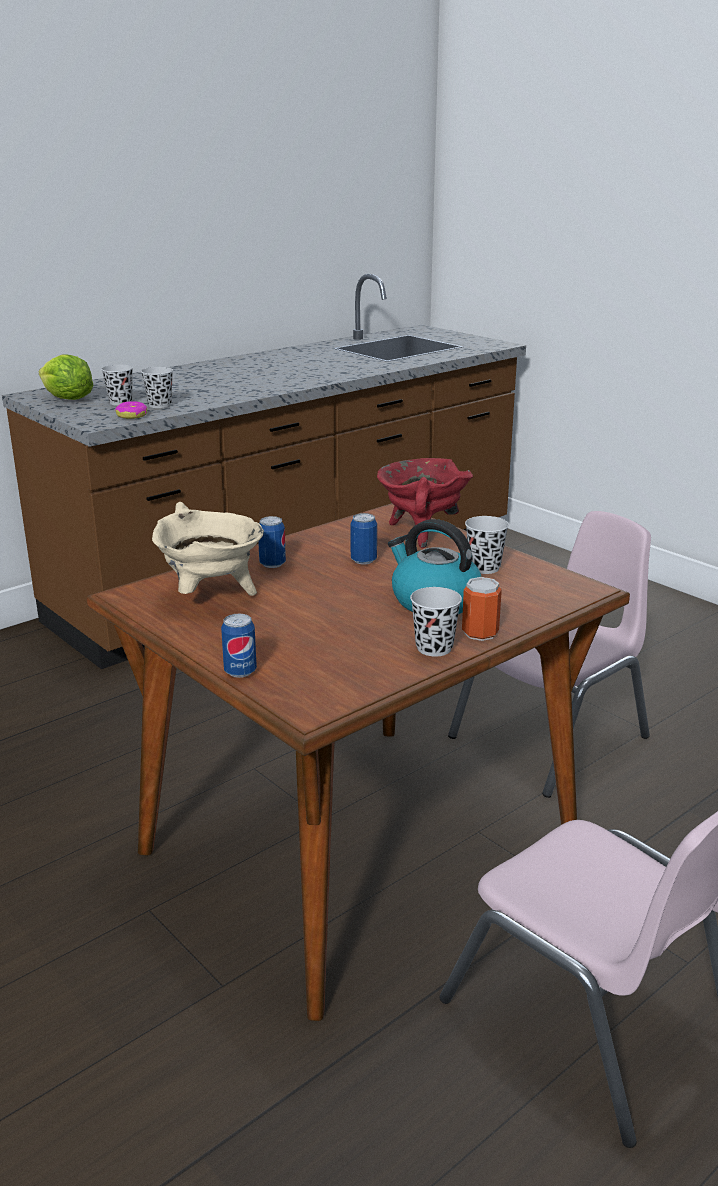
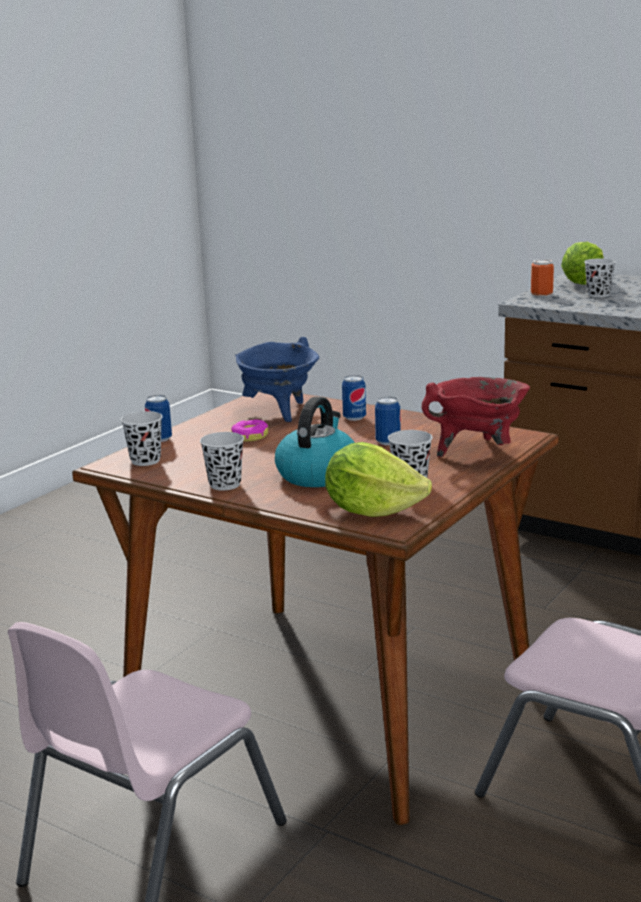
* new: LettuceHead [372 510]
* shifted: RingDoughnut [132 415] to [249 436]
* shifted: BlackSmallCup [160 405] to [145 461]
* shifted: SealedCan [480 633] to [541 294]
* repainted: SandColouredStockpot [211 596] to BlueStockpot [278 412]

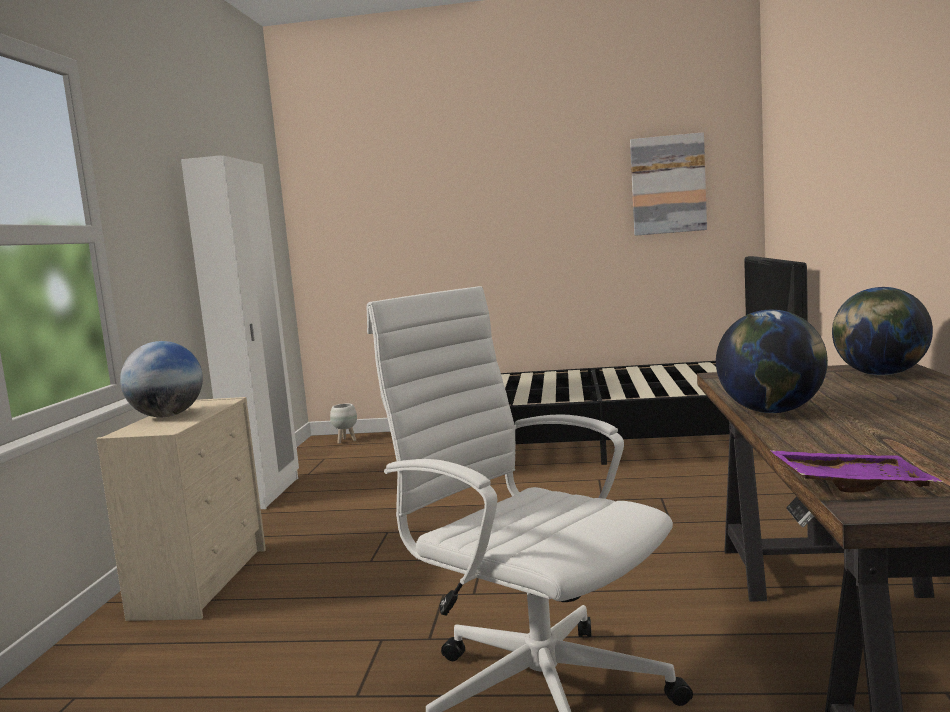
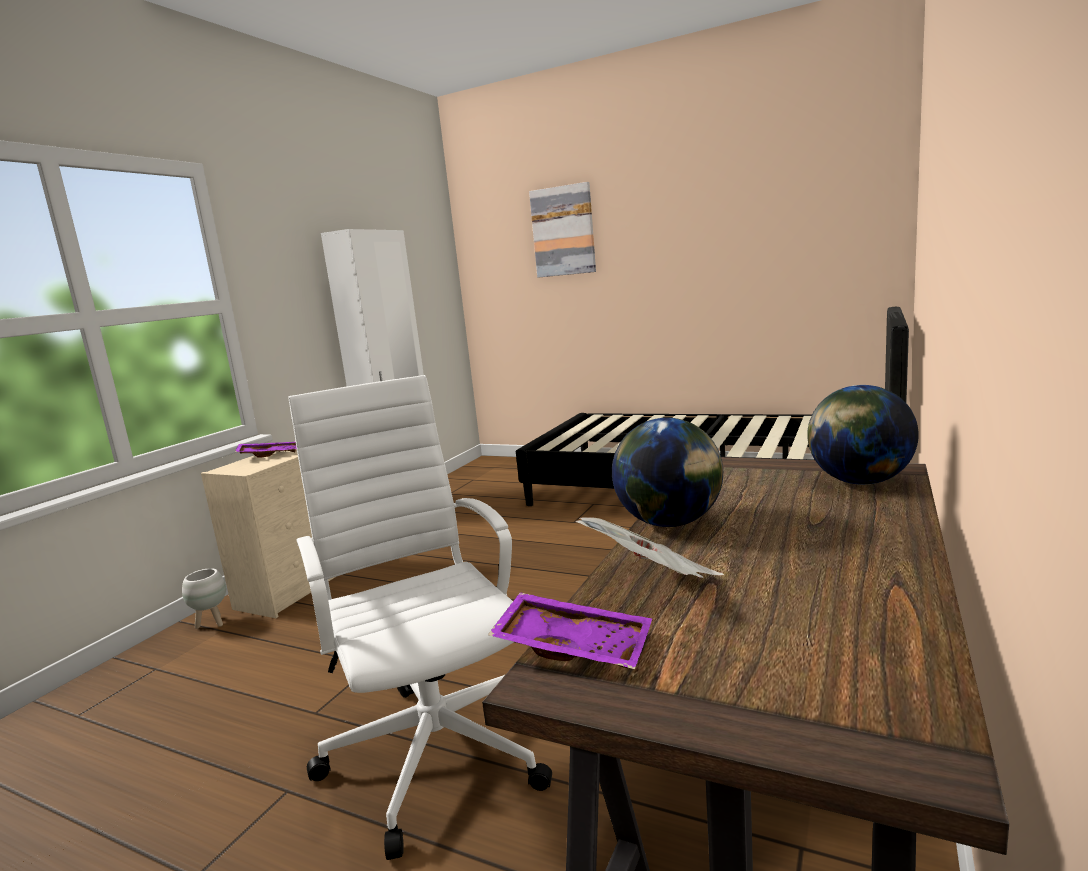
* new: DailyPaper [652 582]
* shifted: WhitishPlanter [346 441] to [212 623]
* shifted: WallArt [668 185] to [563 231]
* swapped: WorldGlobe [167 416] to PurplishTray [270 454]

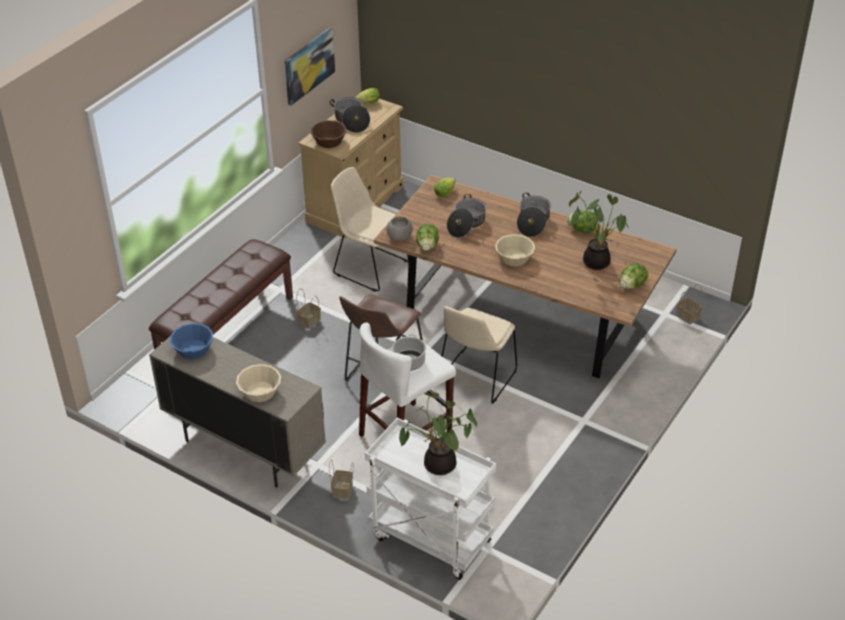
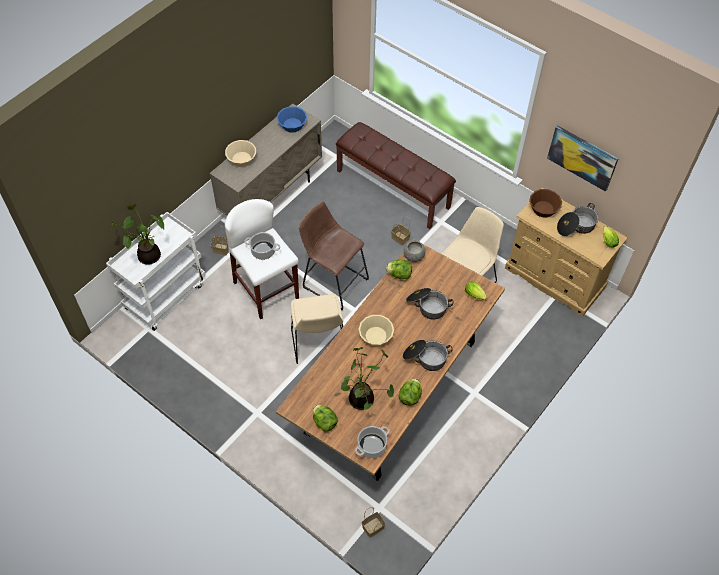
* new: Stockpot [372 446]
* rotated: SandColouredUprightChair [476 378] = [318 343] 135 degrees counterclockwise

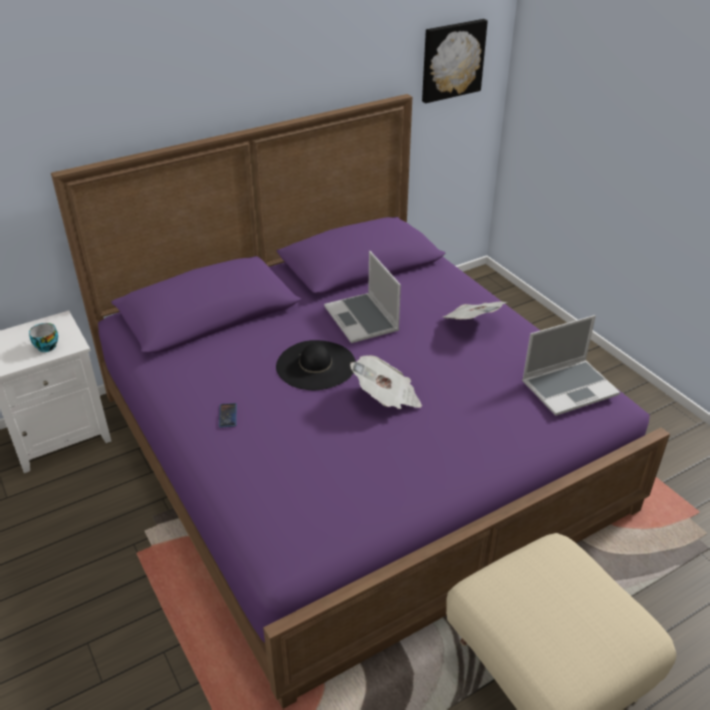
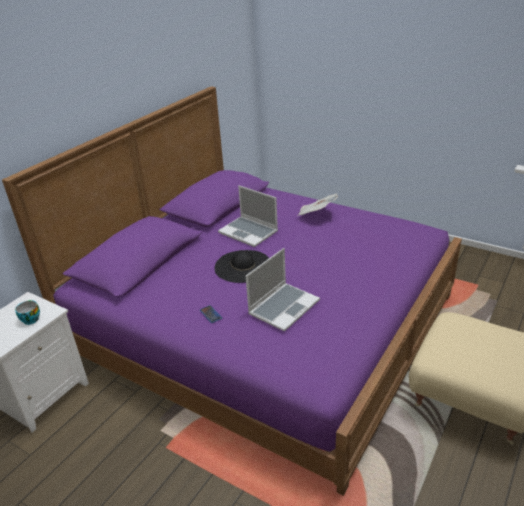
* gone: DailyPaper [387 398]
* gone: WallArt [452 60]
* shifted: Laptop [569 387] to [284 307]

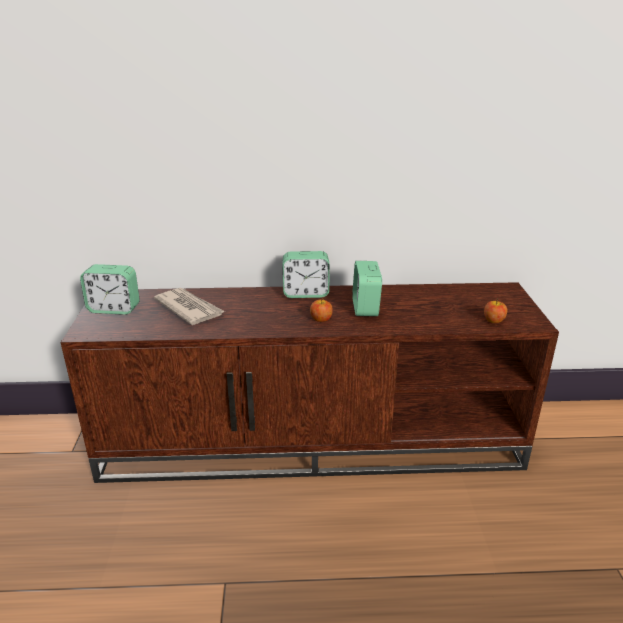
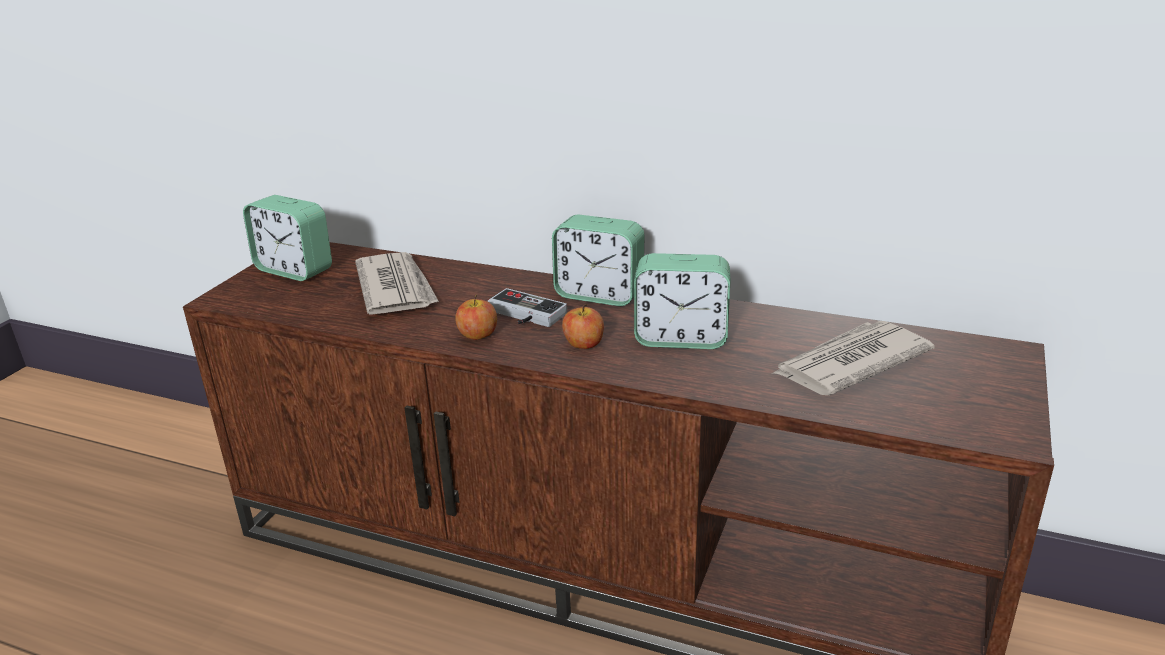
* new: Gamepad [523 315]
* new: DailyPaper [849 363]
* shifted: AppleFruit [494 320] to [478 335]
* rotated: AlarmClock [365 308] = [681 338] 105 degrees counterclockwise

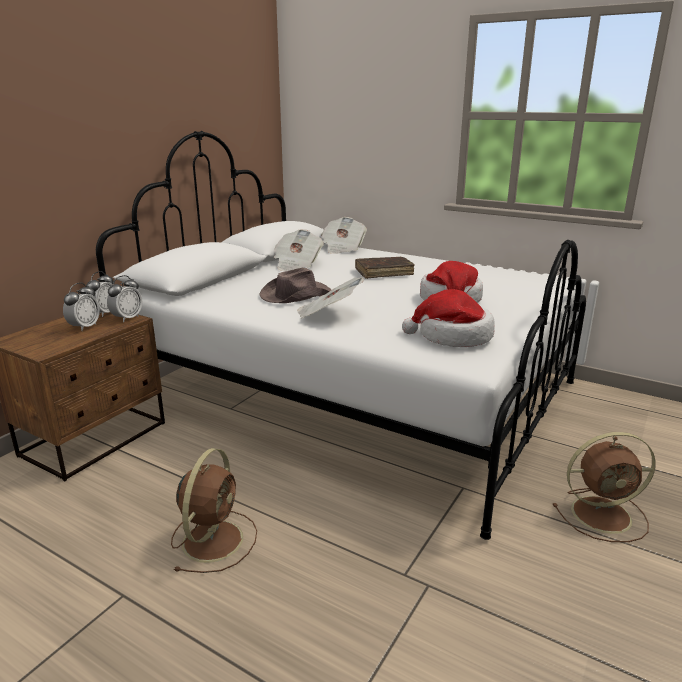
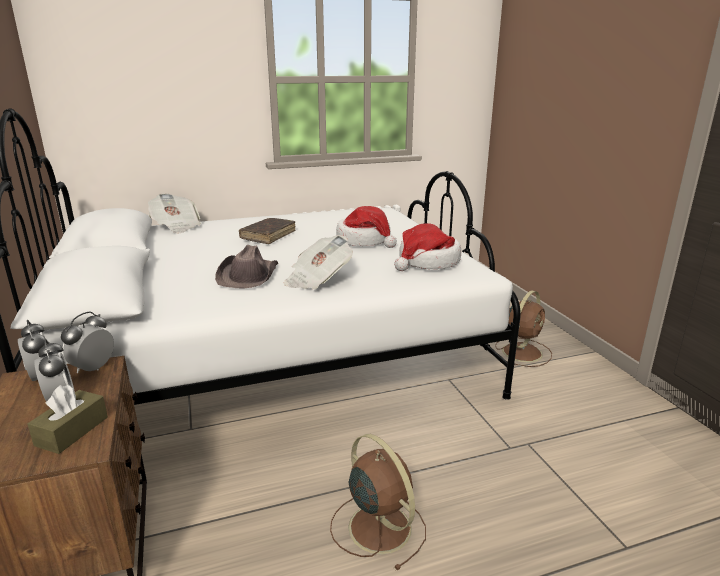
* gone: DailyPaper [296 264]
* new: BrownBoxOfTissues [72 431]
* rotated: AlarmClock [127 318] = [93 368] 135 degrees counterclockwise

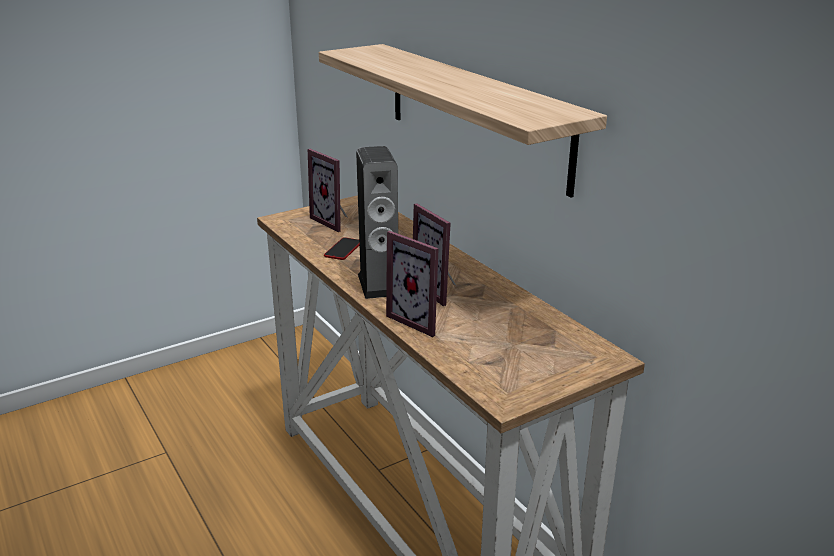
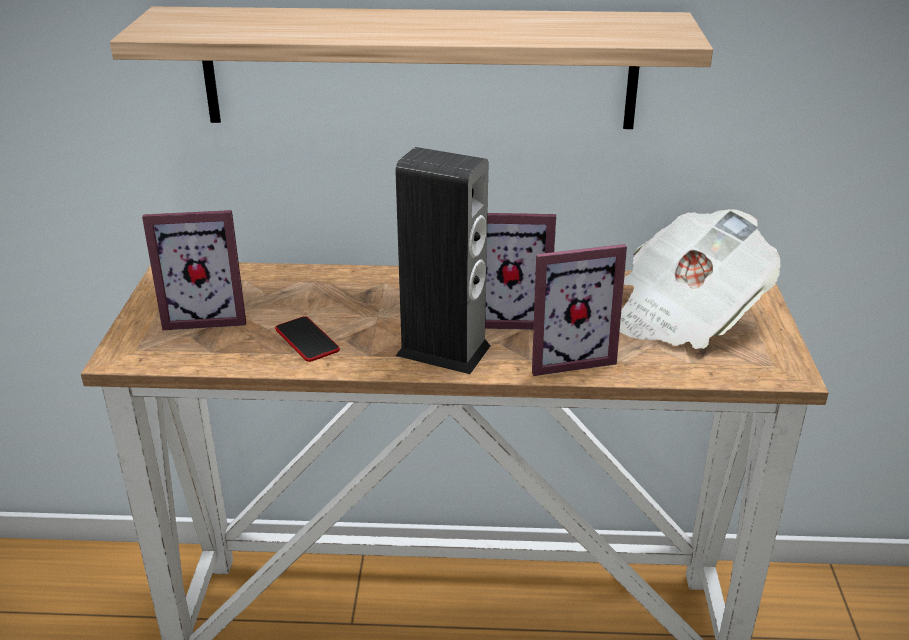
* new: DailyPaper [685 314]

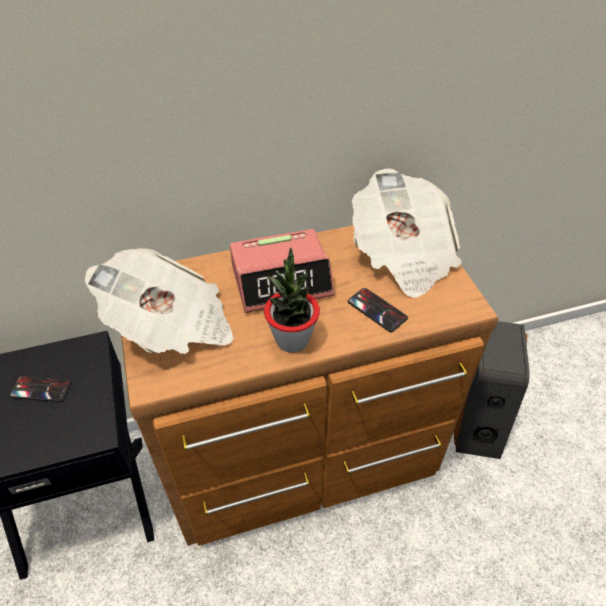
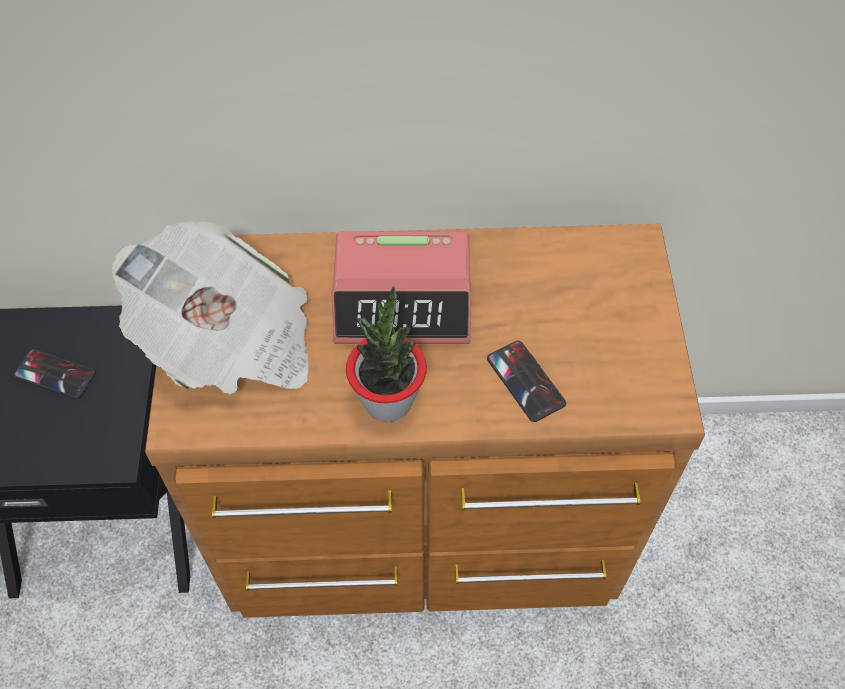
* gone: DailyPaper [403 256]
* gone: Loudspeaker [477 418]

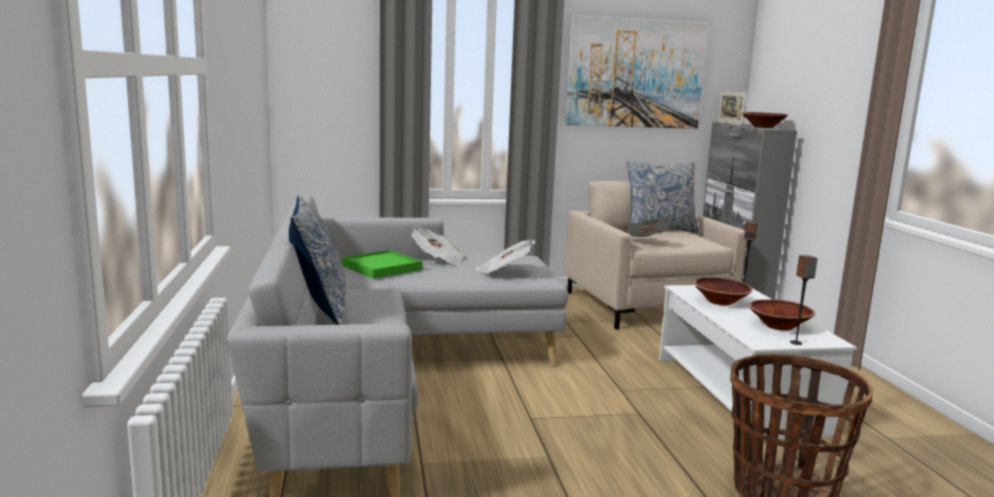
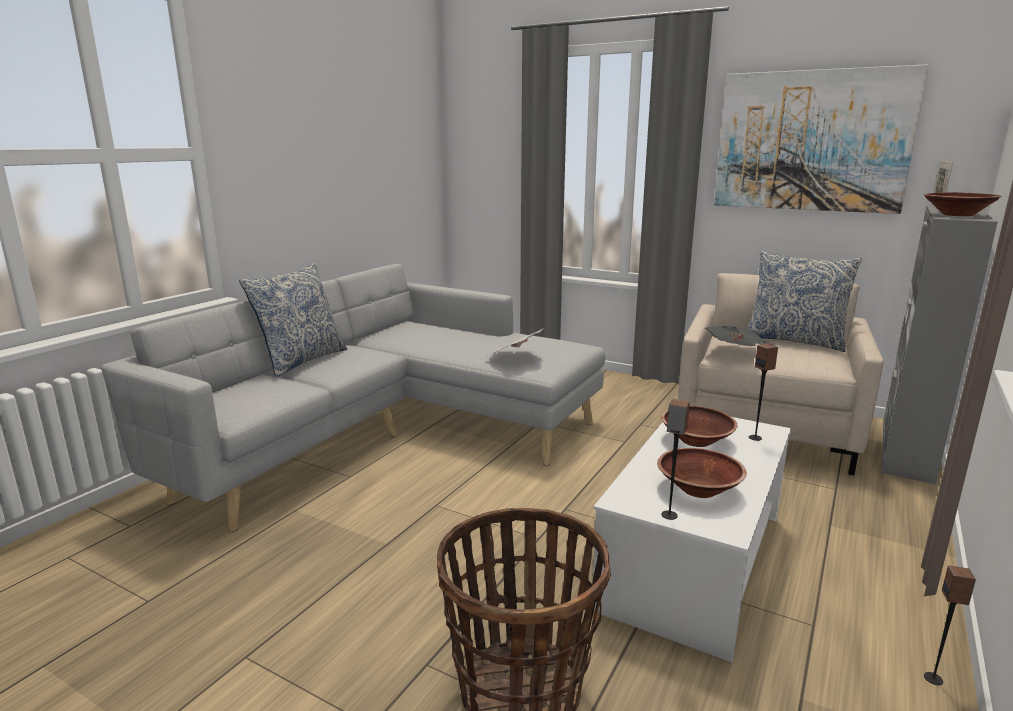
* gone: GreenColouredTray [382 267]
* gone: DailyPaper [437 260]
* new: Loudspeaker [933 679]

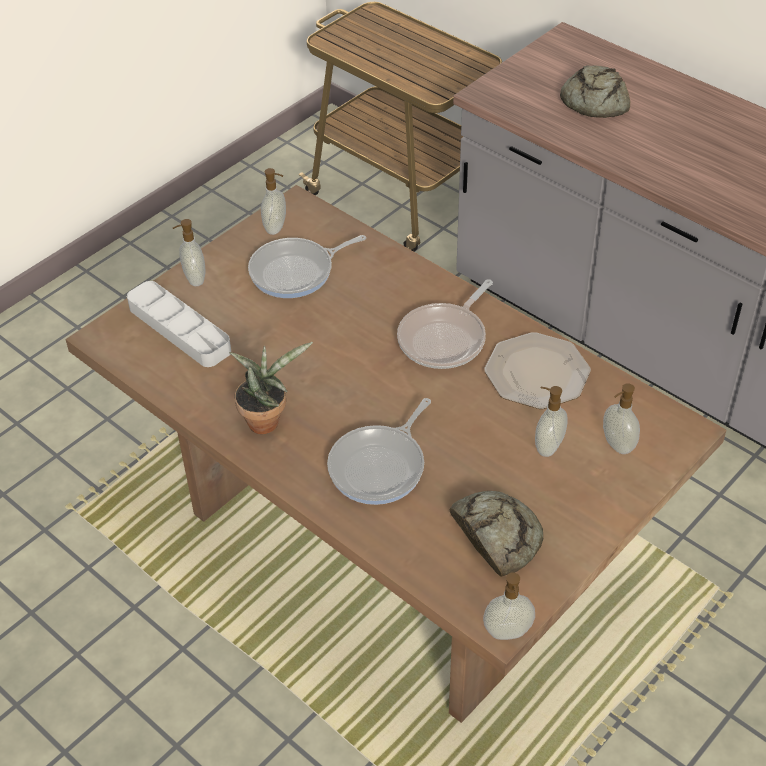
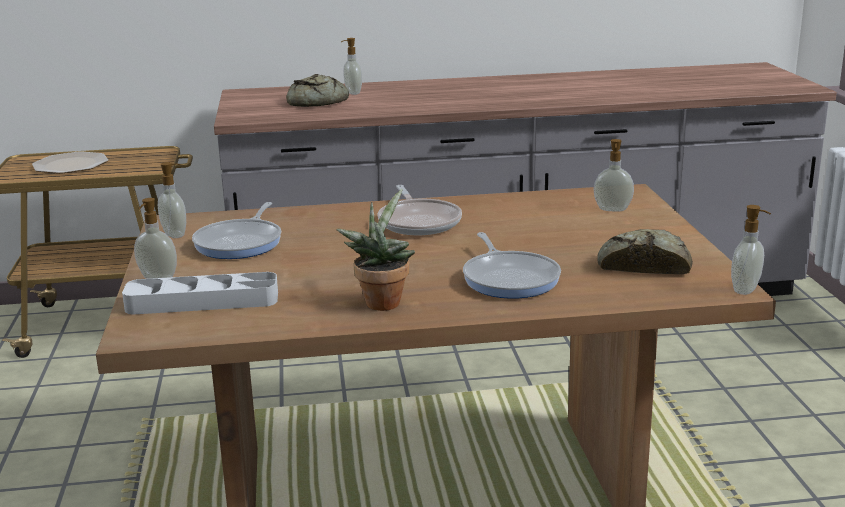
* shifted: Plate [536 373] to [70 165]
* shifted: LiquidSoapBottle [547 446] to [352 93]

